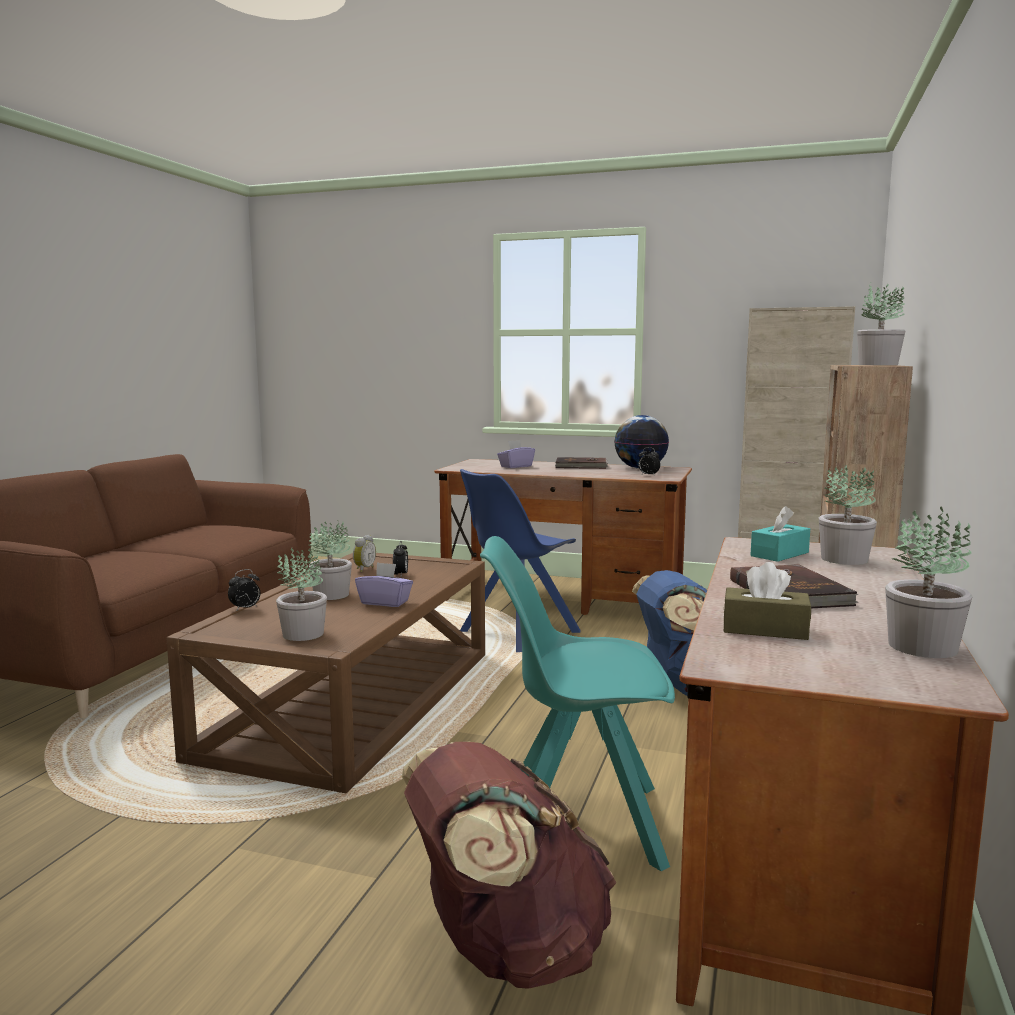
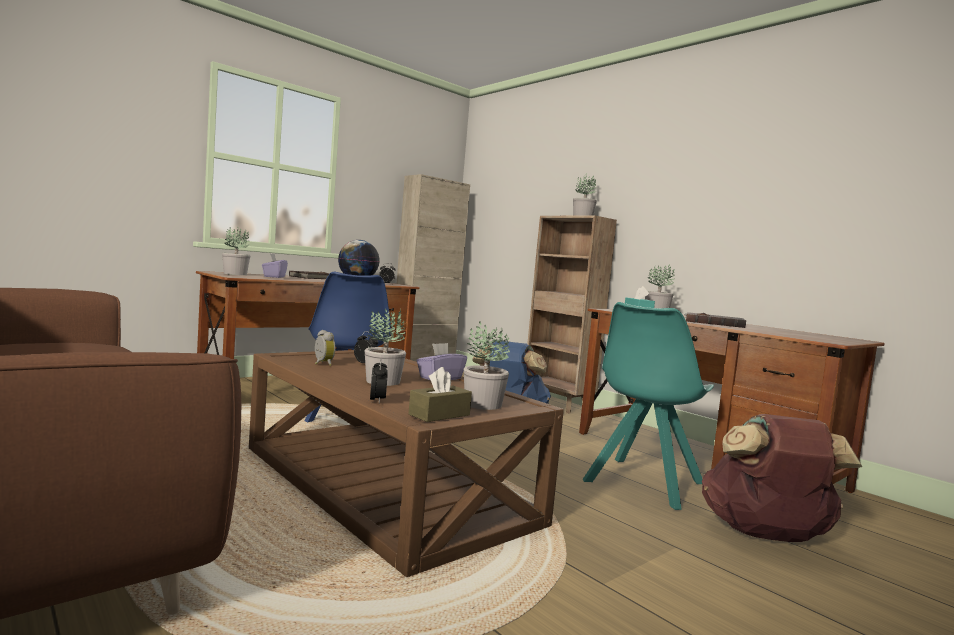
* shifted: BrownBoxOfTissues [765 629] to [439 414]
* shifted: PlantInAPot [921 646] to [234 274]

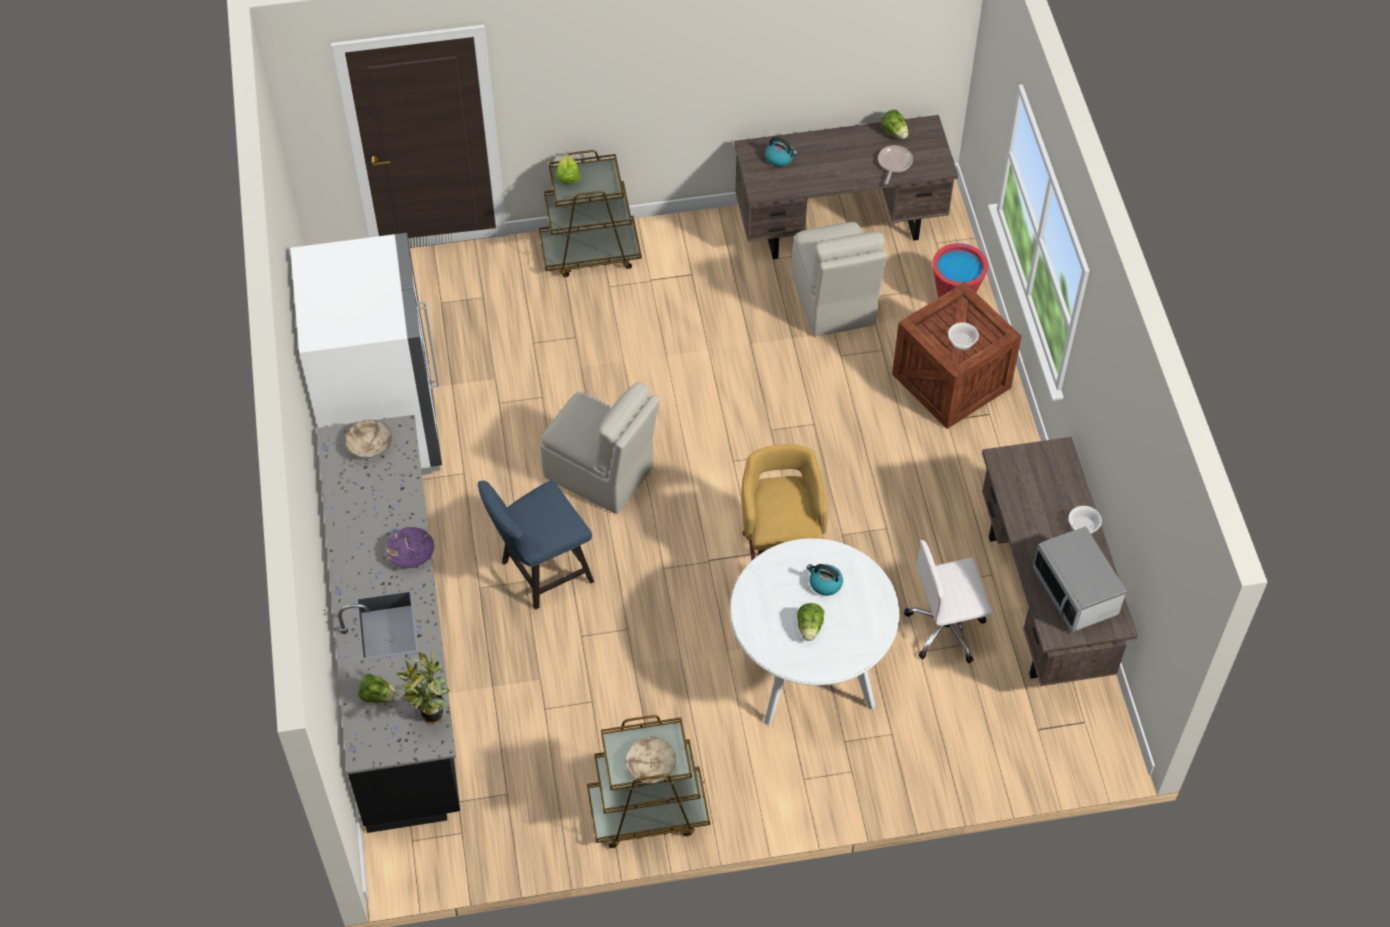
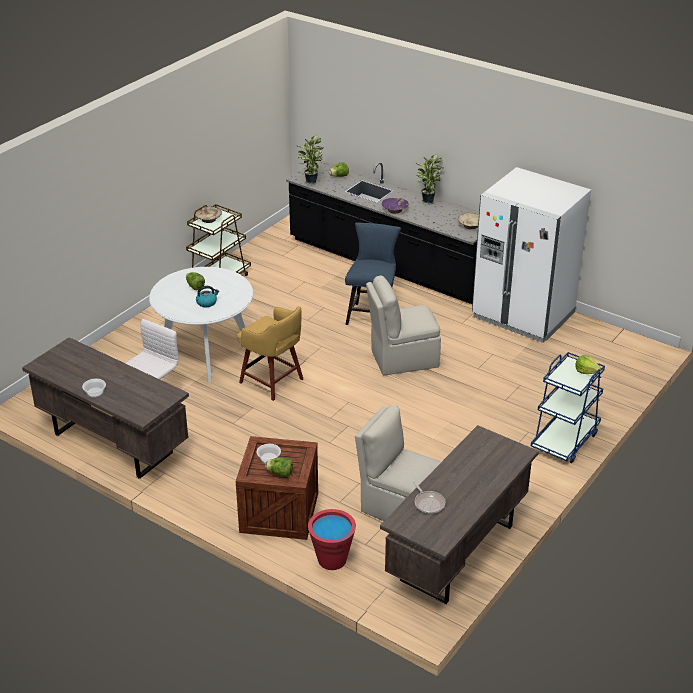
* gone: TeaKettle [780 158]
* gone: MicrowaveOven [1075 592]
* new: PlantInAPot [428 201]
* shifted: LettuceHead [894 132] to [280 474]
* repainted: BrownTrolley [591 252] to BlueTrolley [564 440]

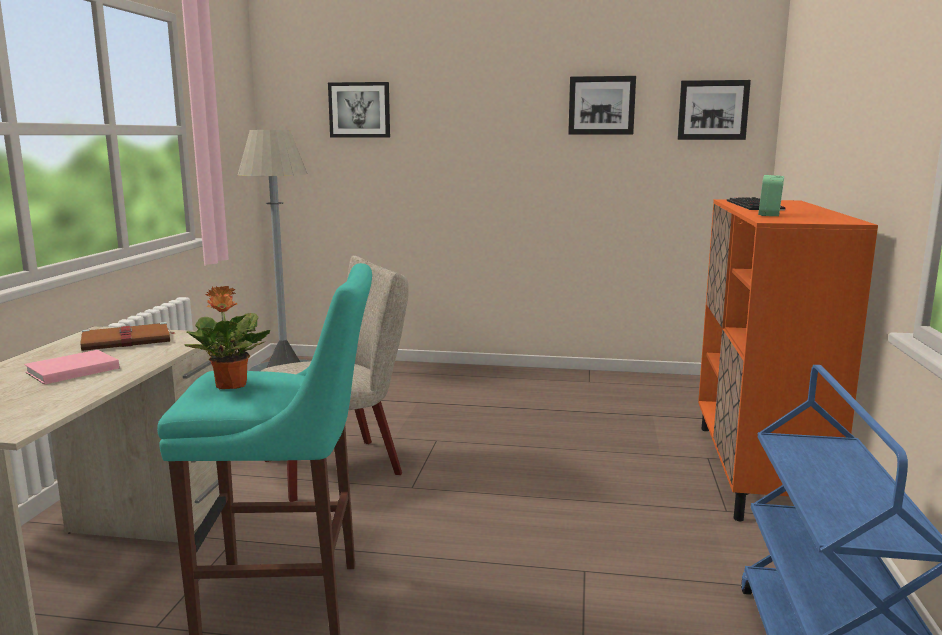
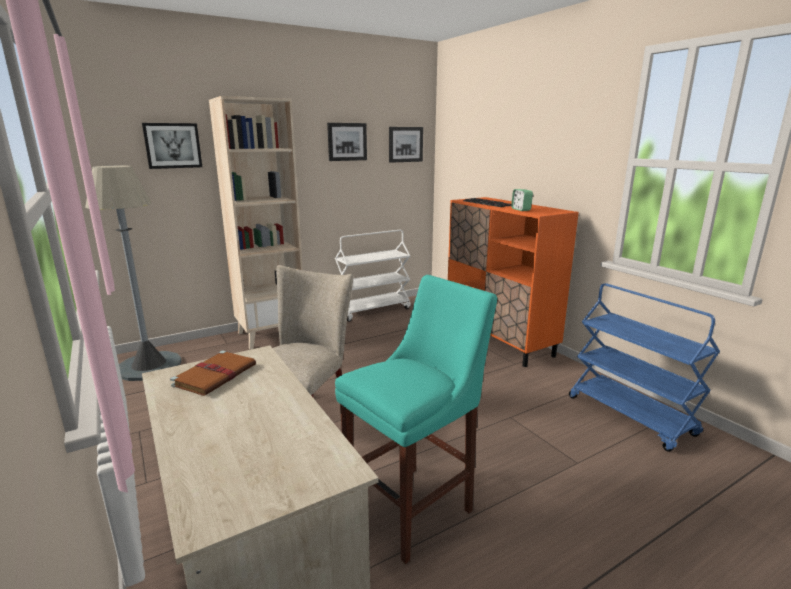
* gone: PinkColouredBook [70 370]
* gone: PlantInAPot [231 386]
* new: SandColouredBookcase [271 335]
* new: WhitishTrolley [373 310]

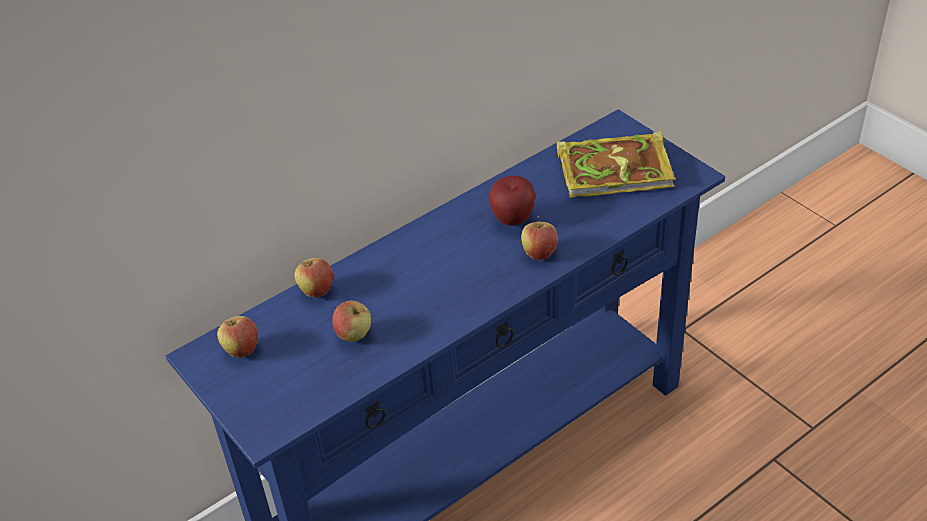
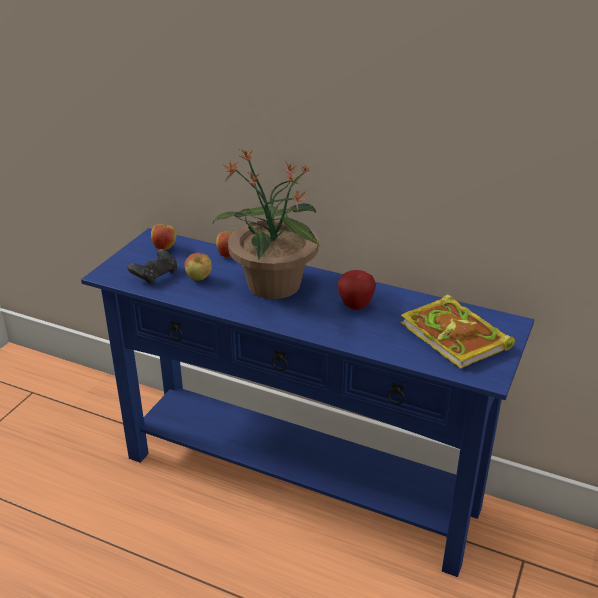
* gone: AppleFruit [539 253]
* new: BlackGamepad [155 275]
* new: PlantInAPot [273 286]

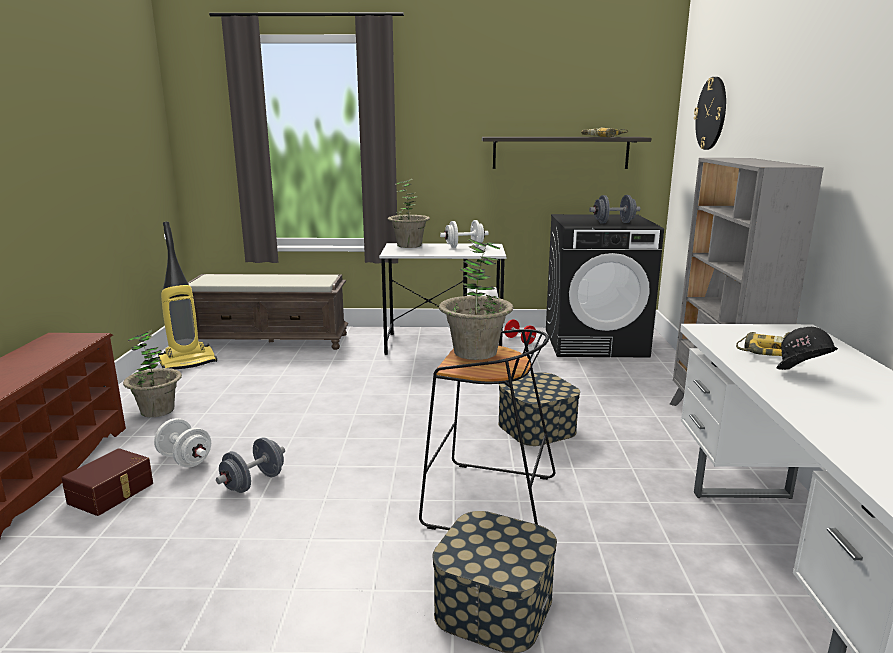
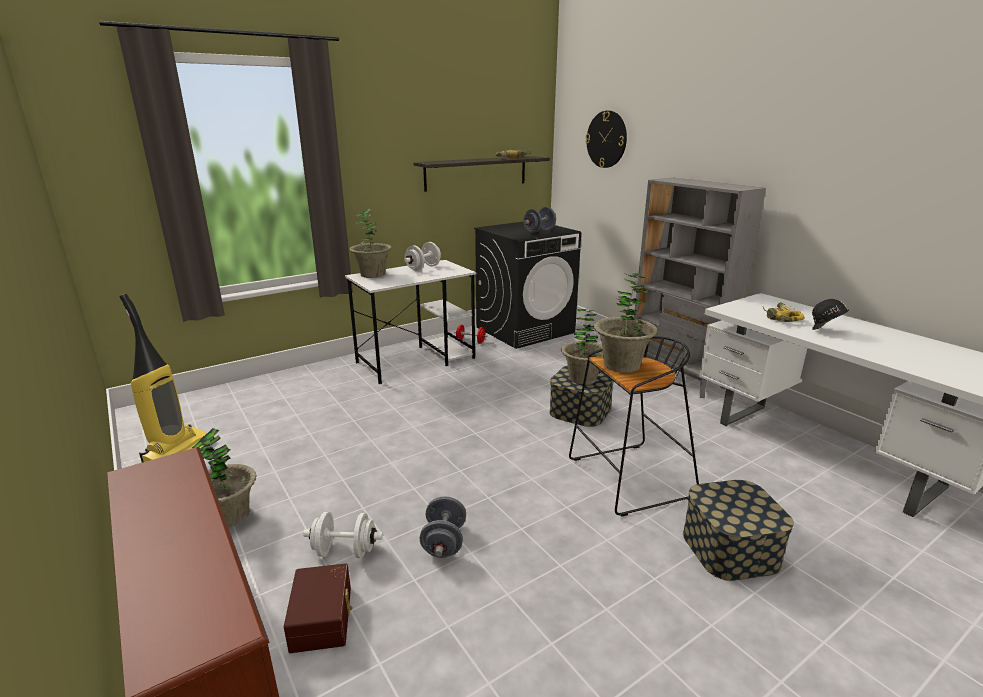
* gone: BrownBench [271 341]
* new: PlantInAPot [583 378]

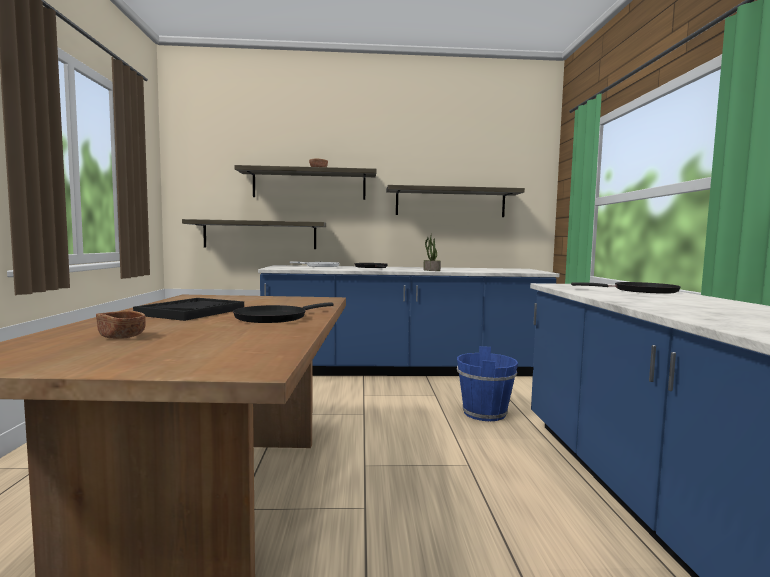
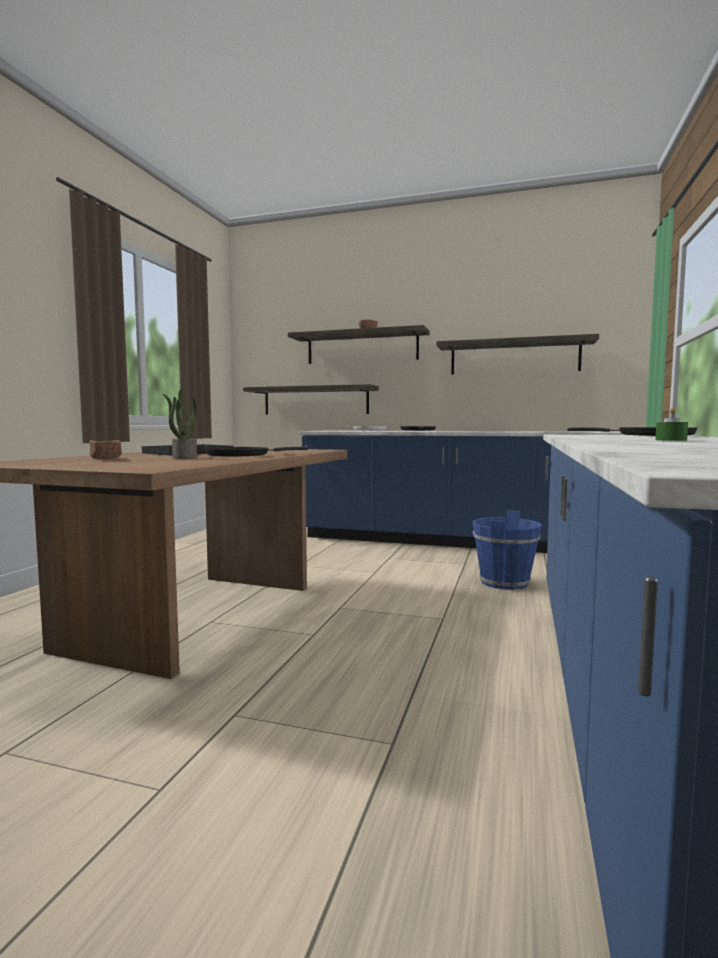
* new: GreenColouredWaxCandle [671 440]
* shifted: PlantInAPot [431 270] to [184 457]

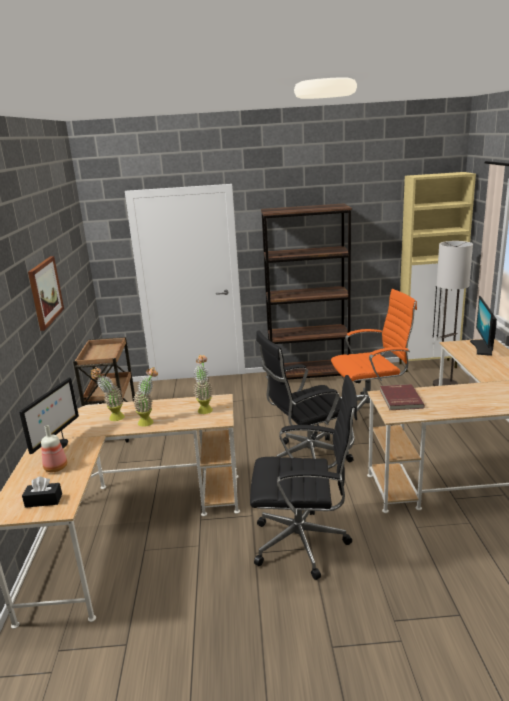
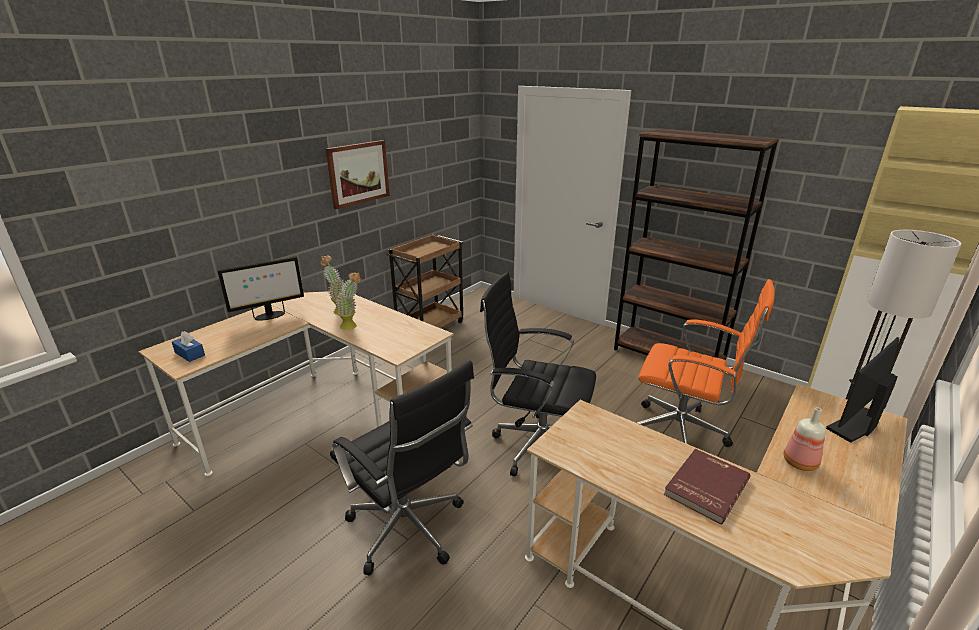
* gone: PlantInAPot [205 408]
* shifted: BeverageBottle [56 468] to [801 463]
* shifted: RedBook [400 399] to [705 486]
* repainted: BlackBoxOfTissues [43 500] to BlueBoxOfTissues [190 354]

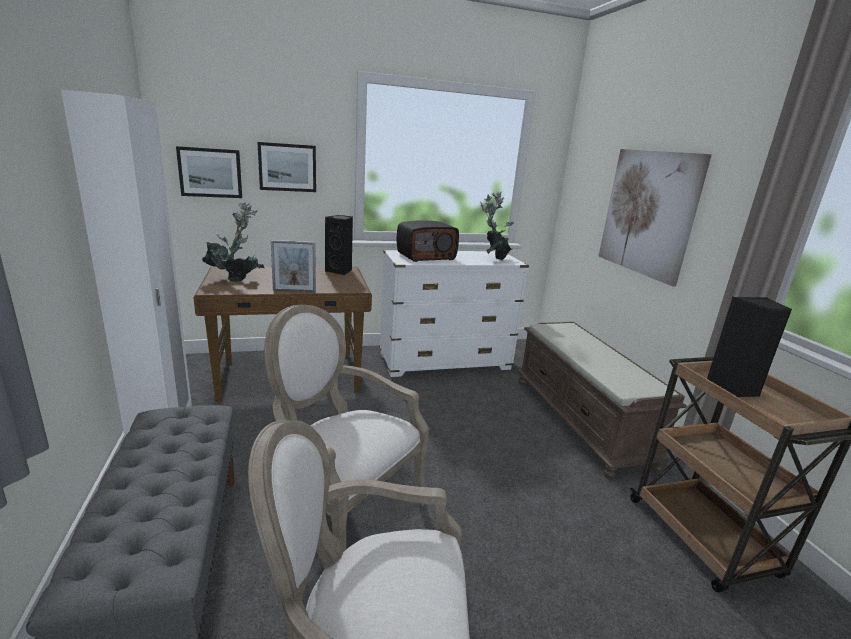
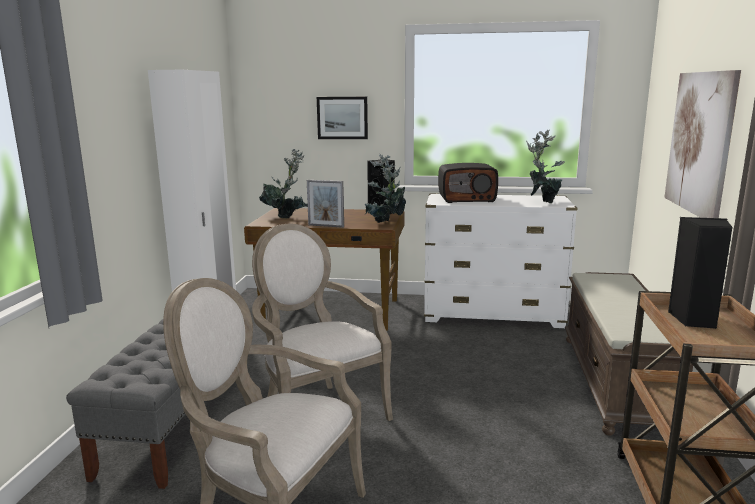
* gone: WallArt [210 172]
* new: PlantInAPot [386 223]

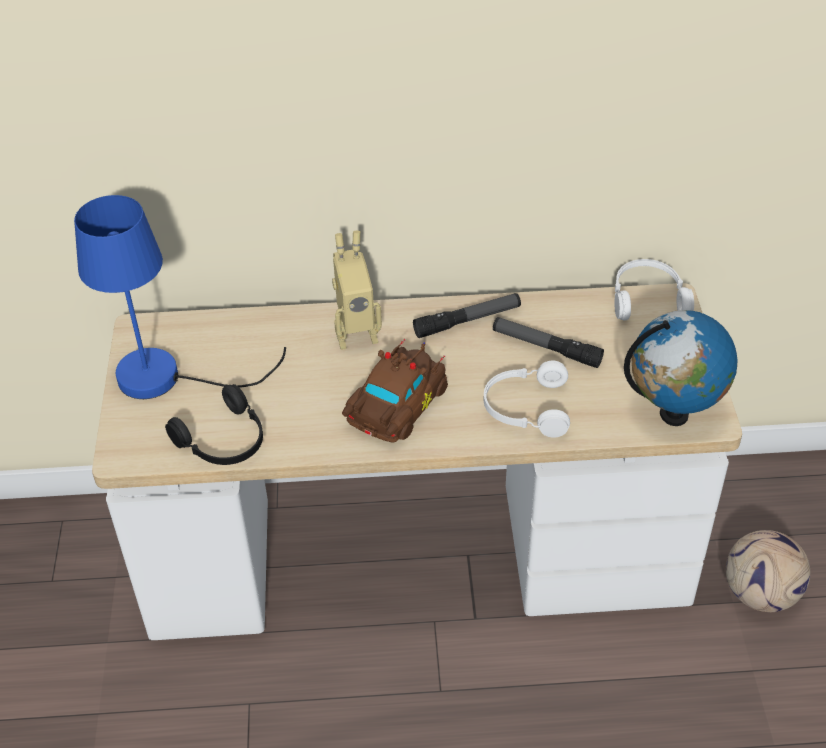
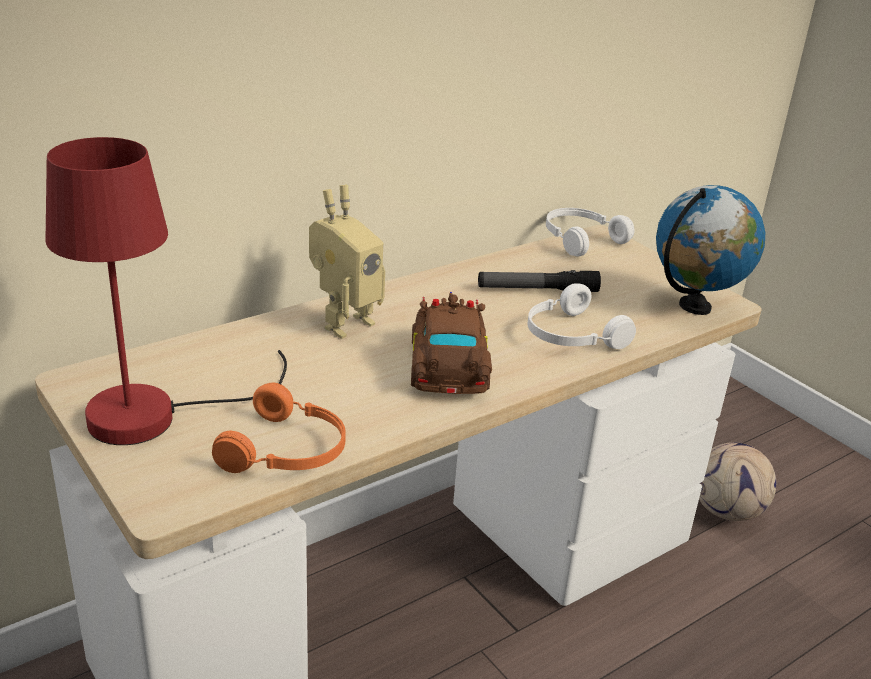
* gone: HandTorch [467 321]
* repainted: BlueTableLamp [168 377] to RedTableLamp [157 413]
* repainted: BlackHeadphones [224 441] to OrangeHeadphones [288 451]

